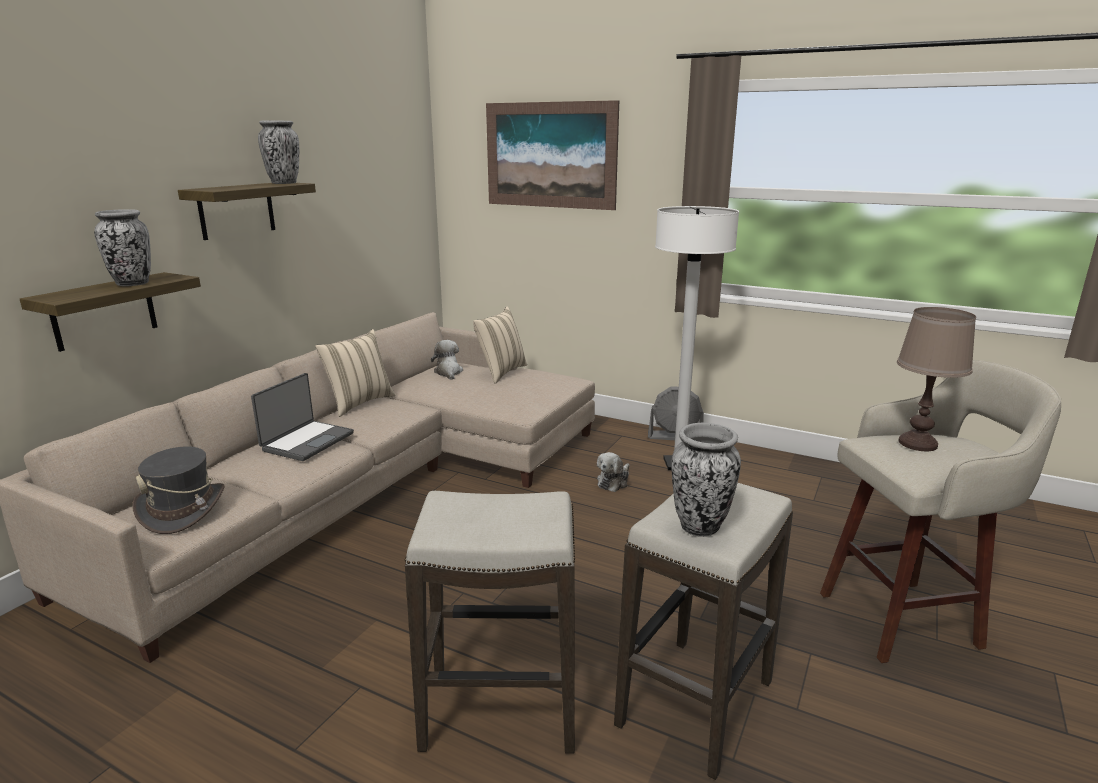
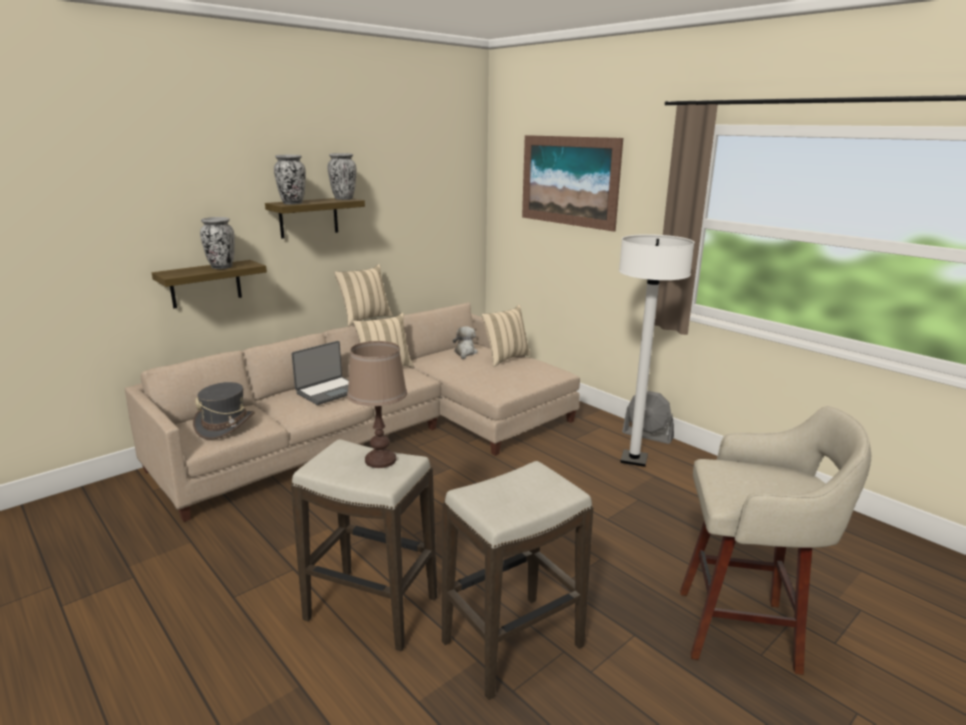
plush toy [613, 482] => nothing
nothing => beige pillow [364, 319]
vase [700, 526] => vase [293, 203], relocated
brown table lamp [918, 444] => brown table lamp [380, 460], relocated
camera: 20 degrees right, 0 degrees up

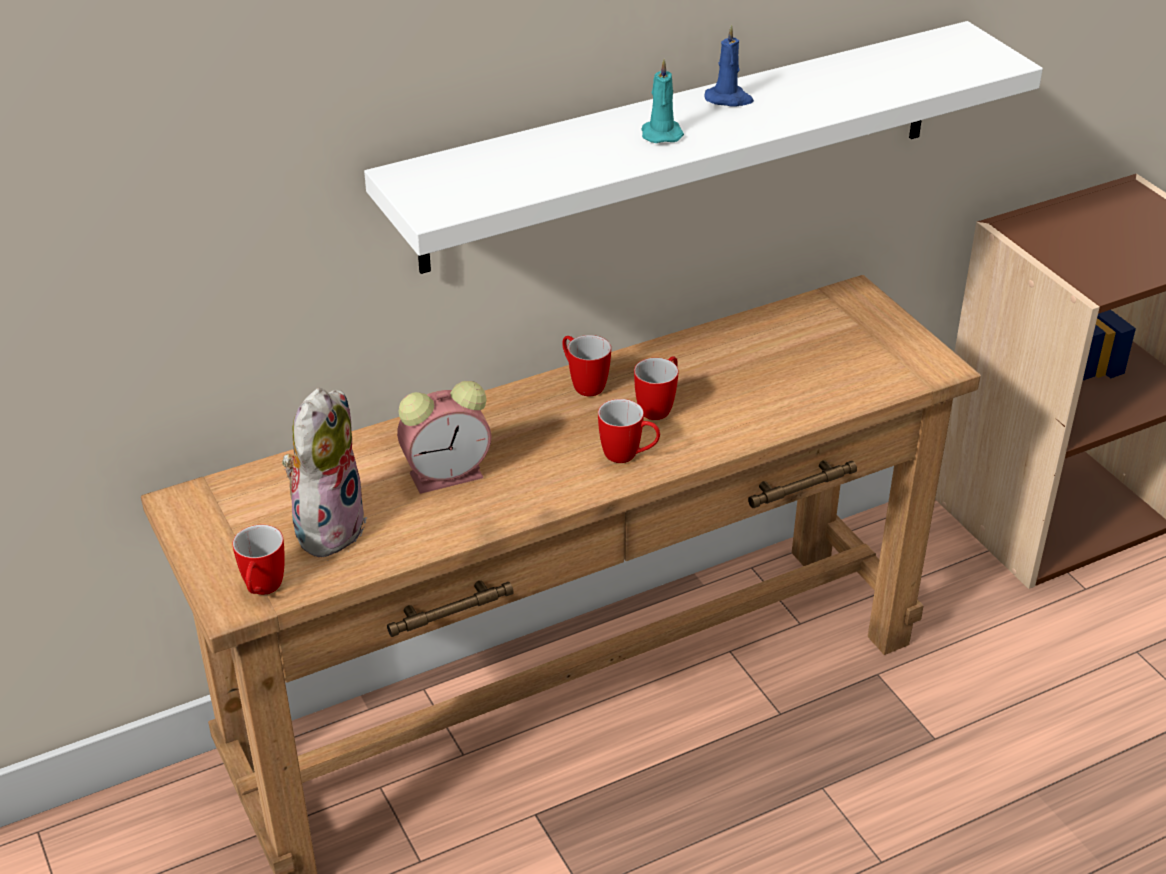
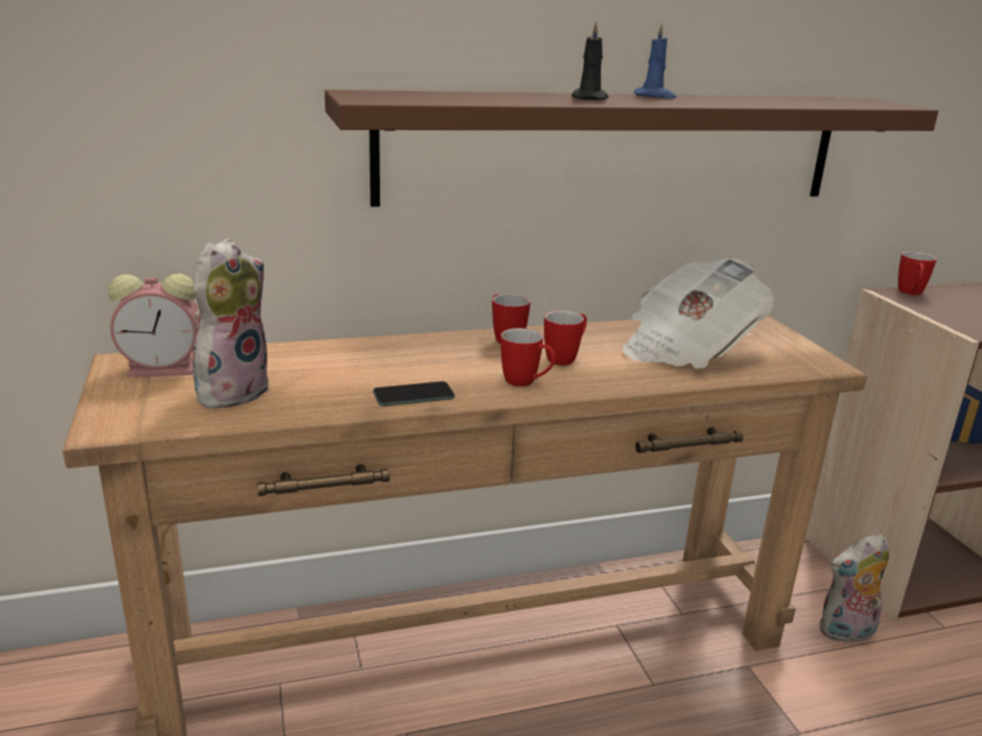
nothing => phone [413, 395]
nothing => newspaper [687, 348]
nothing => plush toy [846, 633]
mug [262, 591] => mug [910, 293], relocated
alarm clock [449, 474] => alarm clock [165, 369], relocated
white shelf [685, 145] => brown shelf [615, 148]
turquoise candle [661, 133] => black candle [589, 99]
camera: 10 degrees right, 15 degrees down

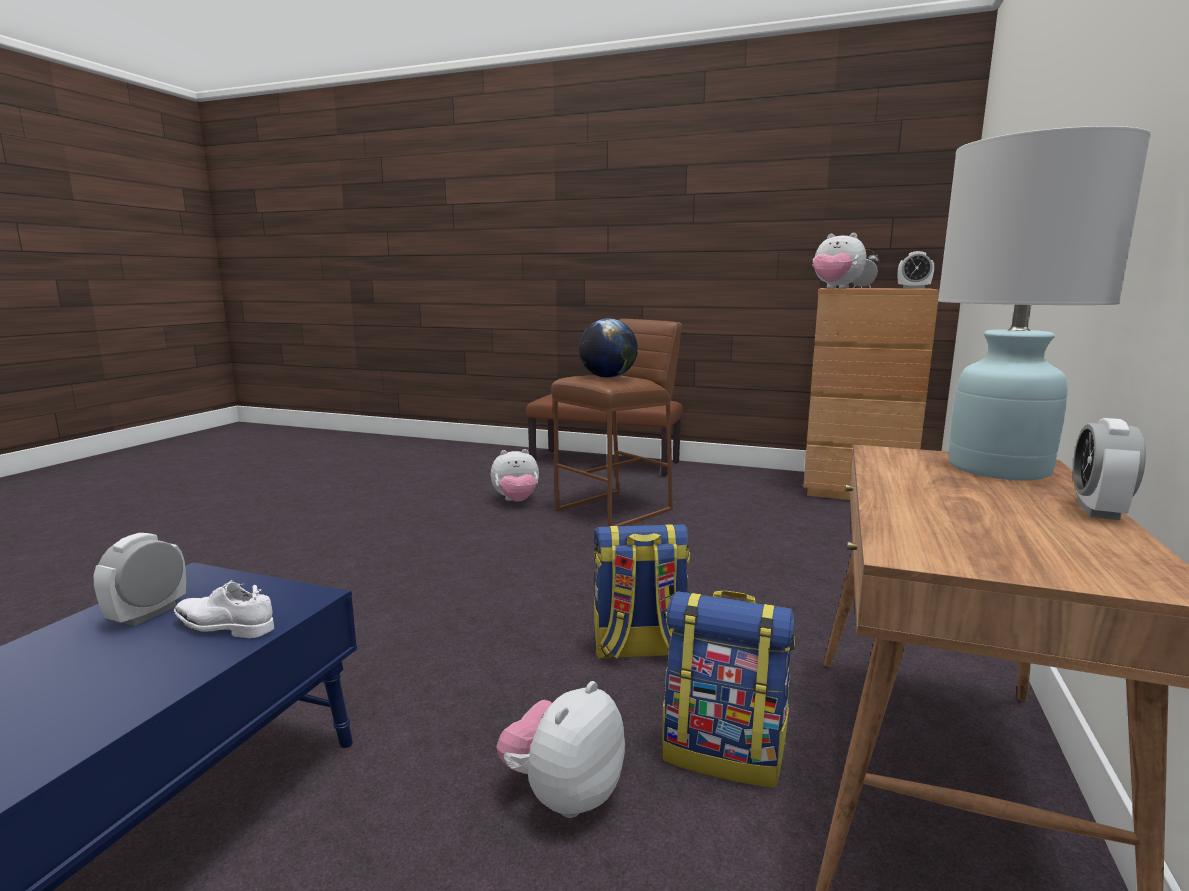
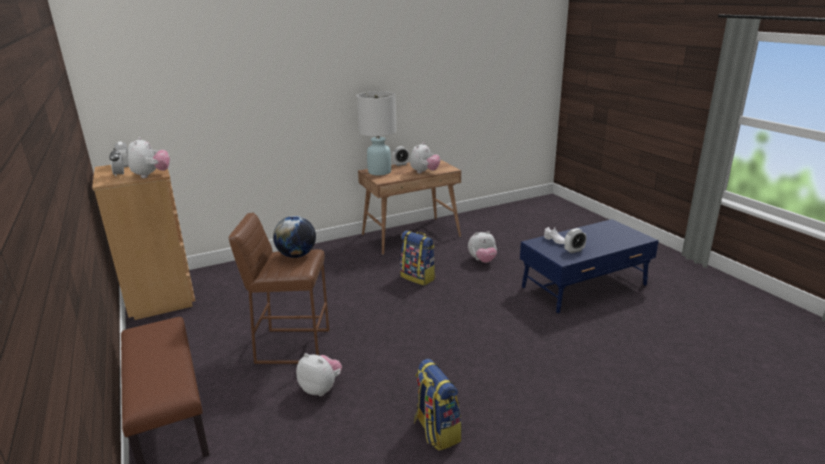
nothing => plush toy [424, 172]
backpack [724, 753] => backpack [436, 431], relocated
camera: 135 degrees left, 10 degrees up

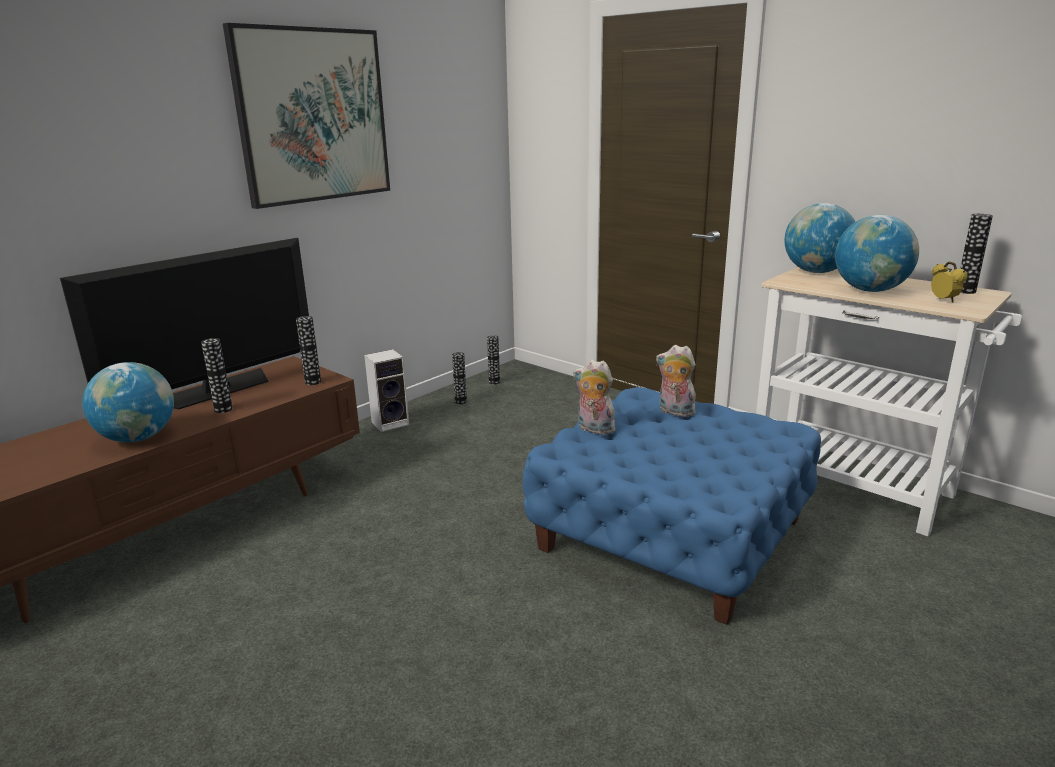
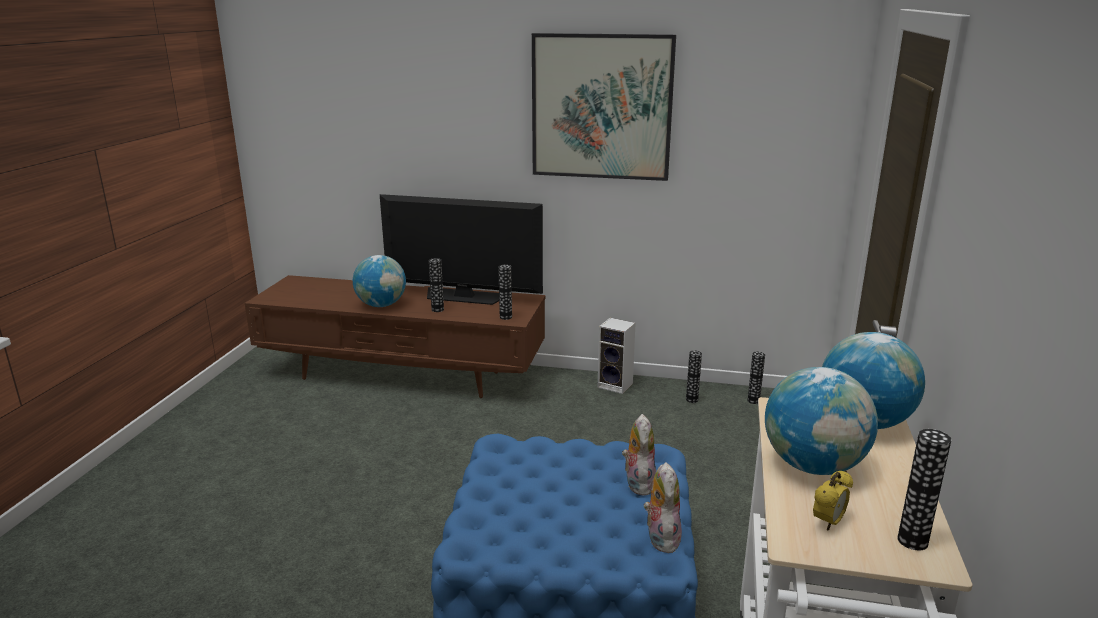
plush toy [594, 429] => plush toy [660, 538], relocated
camera: 60 degrees right, 0 degrees up

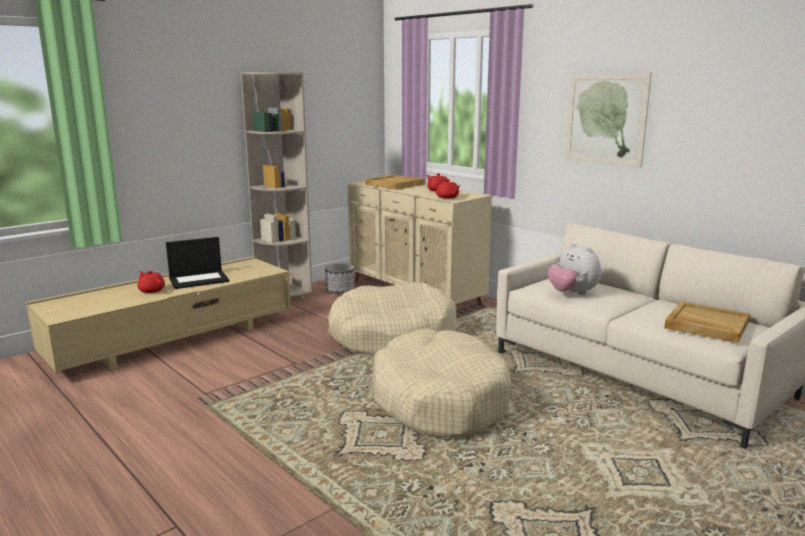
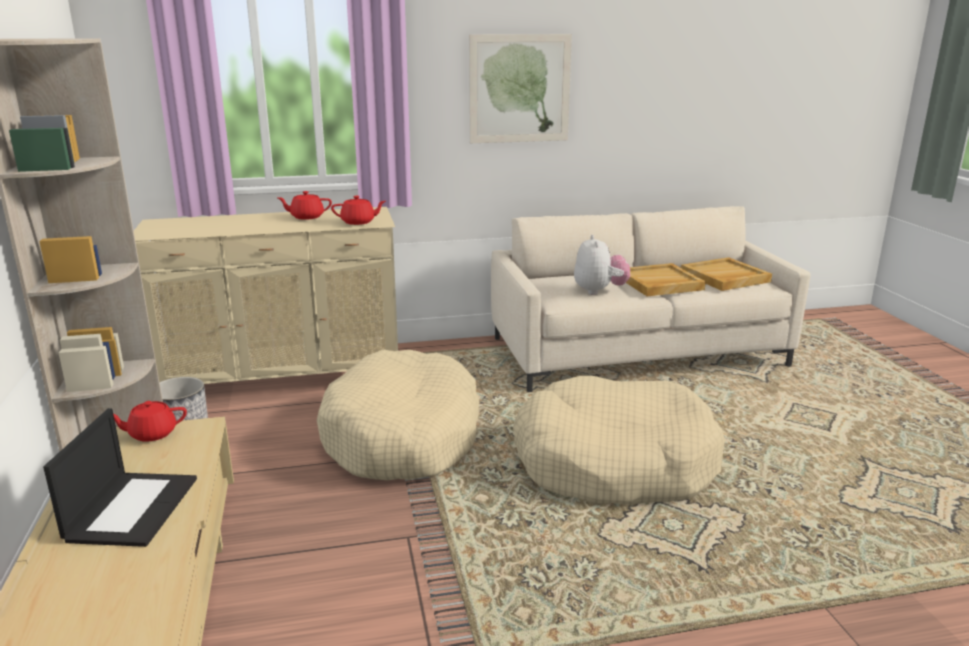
red teapot [151, 290] => red teapot [151, 434], relocated
beige tray [394, 184] => beige tray [659, 283], relocated
plush toy [572, 293] => plush toy [599, 291], 90 degrees counterclockwise
camera: 60 degrees left, 5 degrees up

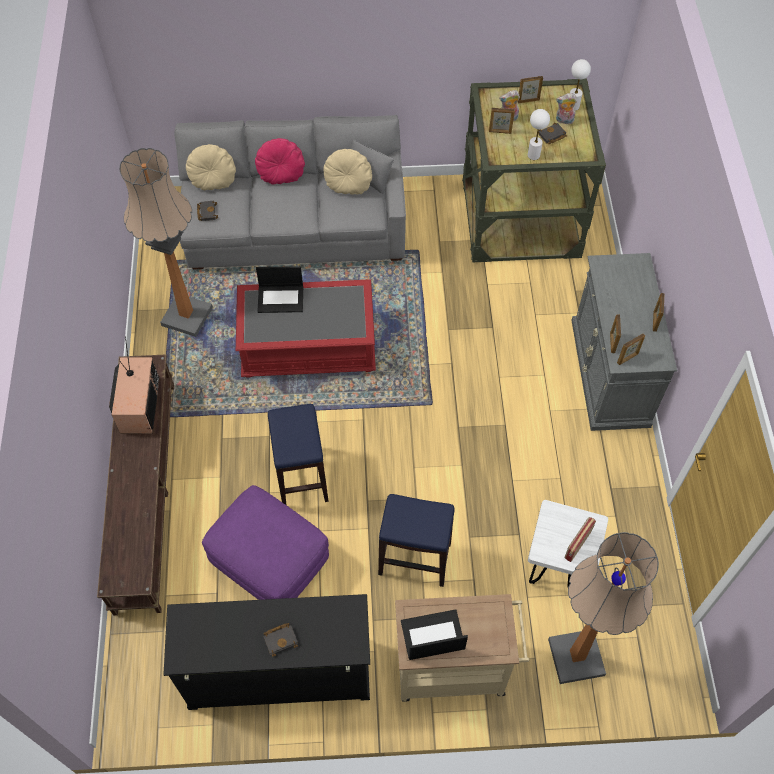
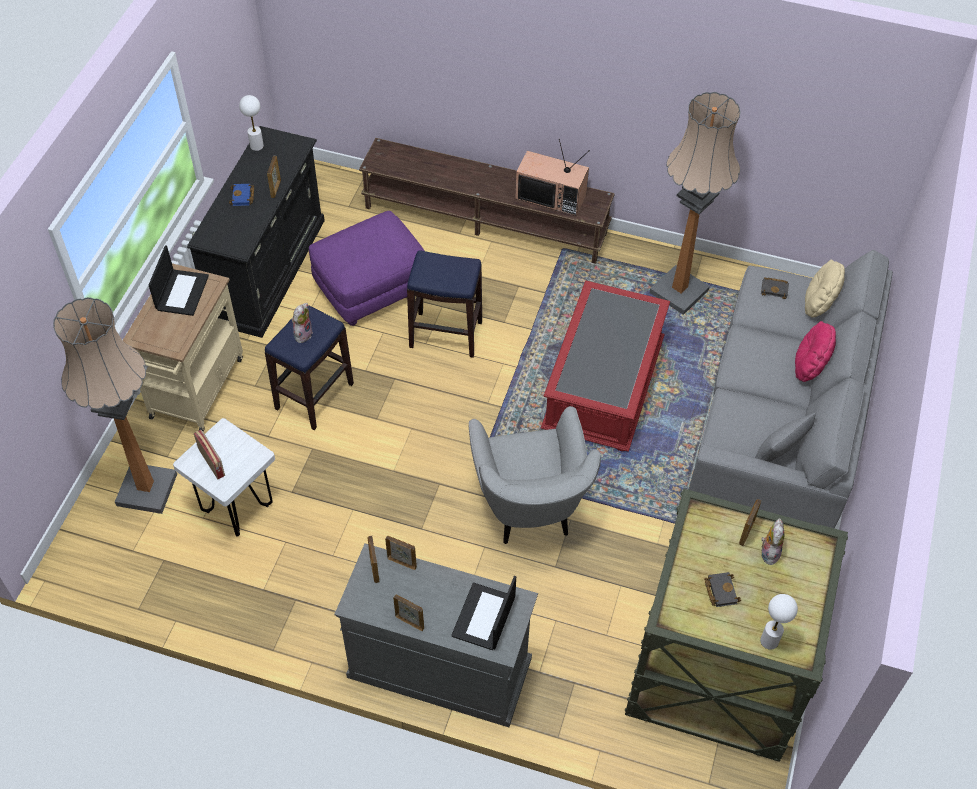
beige pillow [348, 187] => nothing
nothing => grey armchair [529, 510]
laptop [281, 298] => laptop [484, 617], relocated
picture frame [528, 100] => picture frame [276, 189], relocated
white table lamp [533, 155] => white table lamp [257, 146], relocated
plush toy [564, 121] => plush toy [302, 333], relocated
black book [281, 639] => blue book [243, 197]
camera: 110 degrees right, 5 degrees down

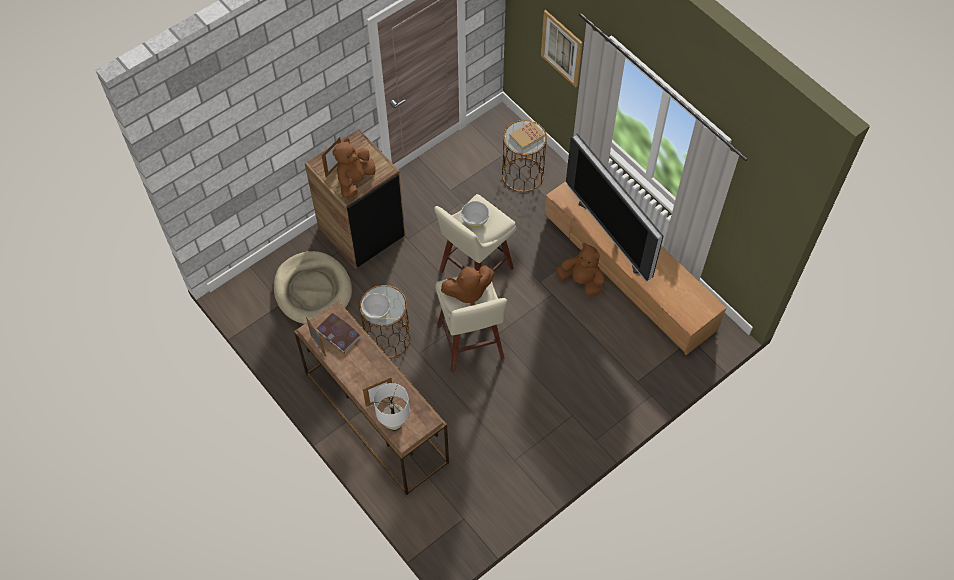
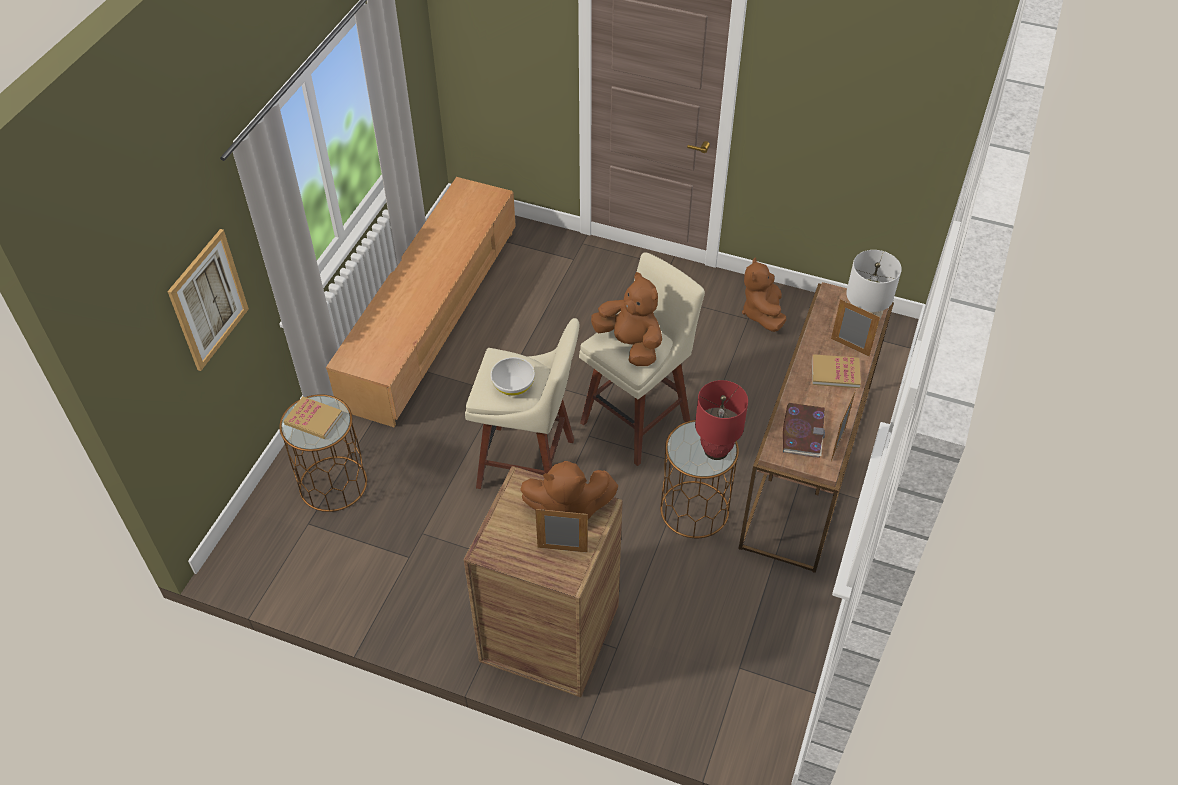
beige dog bed [313, 290] => nothing
television [613, 234] => nothing
nothing => book [835, 372]
brown plush toy [581, 281] => brown plush toy [762, 313], relocated
white bowl [376, 311] => red table lamp [716, 450]
camera: 120 degrees left, 10 degrees down

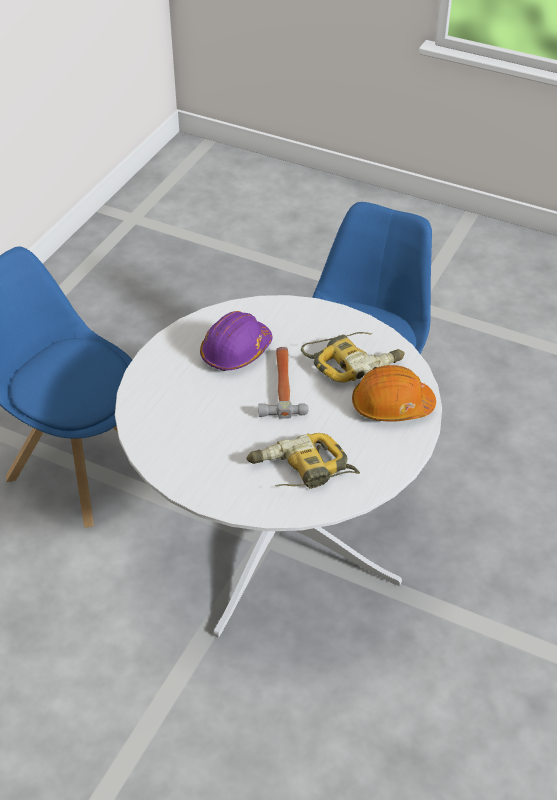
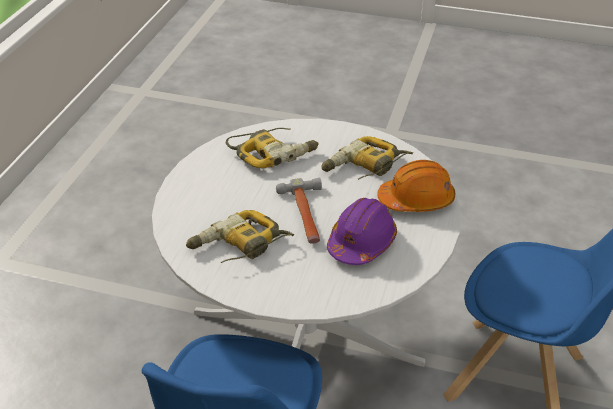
nothing => power drill [365, 167]
orange hard hat [391, 406] => orange hard hat [416, 200], relocated
camera: 170 degrees right, 5 degrees down

